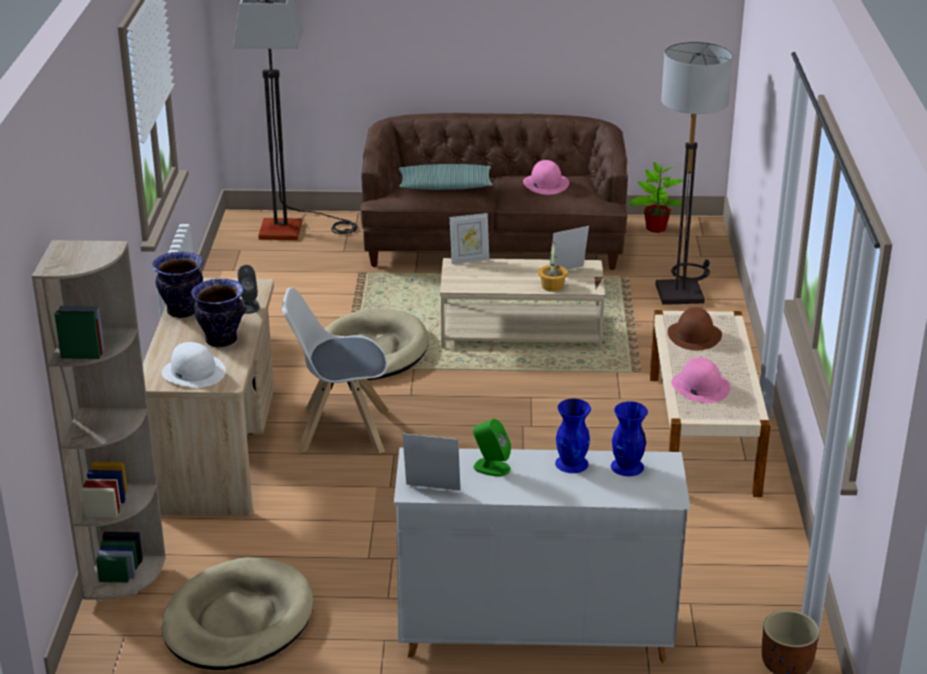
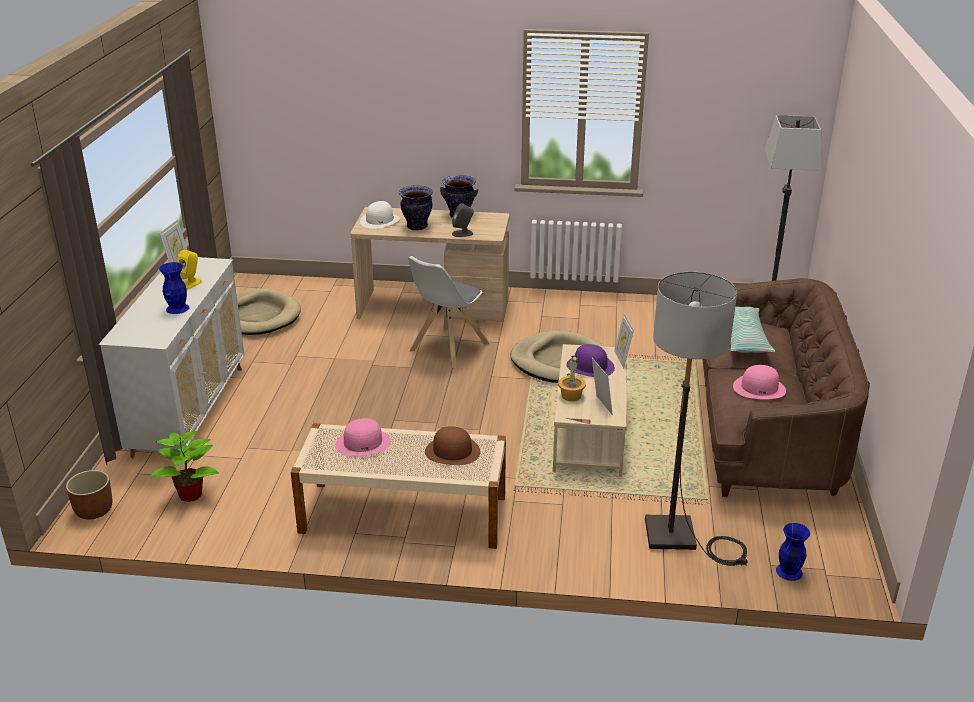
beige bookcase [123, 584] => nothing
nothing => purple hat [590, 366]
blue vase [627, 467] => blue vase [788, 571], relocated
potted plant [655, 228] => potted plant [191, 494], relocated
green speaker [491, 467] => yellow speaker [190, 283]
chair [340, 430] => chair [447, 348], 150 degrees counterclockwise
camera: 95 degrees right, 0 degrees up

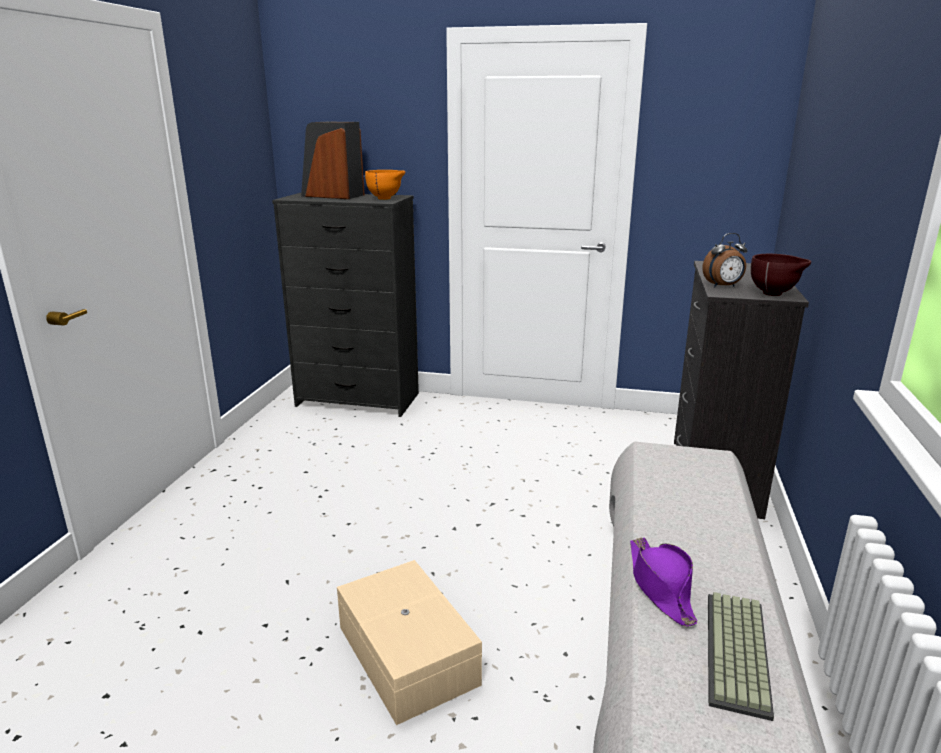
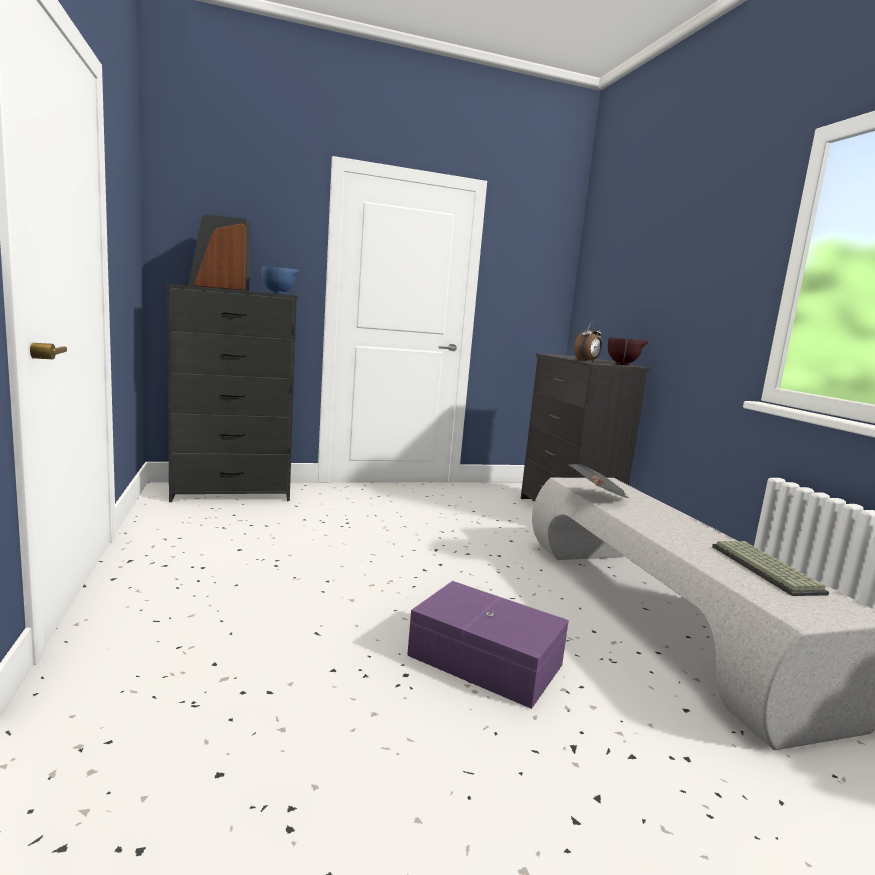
purple hat [661, 587] => nothing
nothing => newspaper [598, 498]
beige storage box [405, 657] => purple storage box [485, 662]
orange bowl [386, 199] => blue bowl [279, 293]
camera: 30 degrees left, 10 degrees down

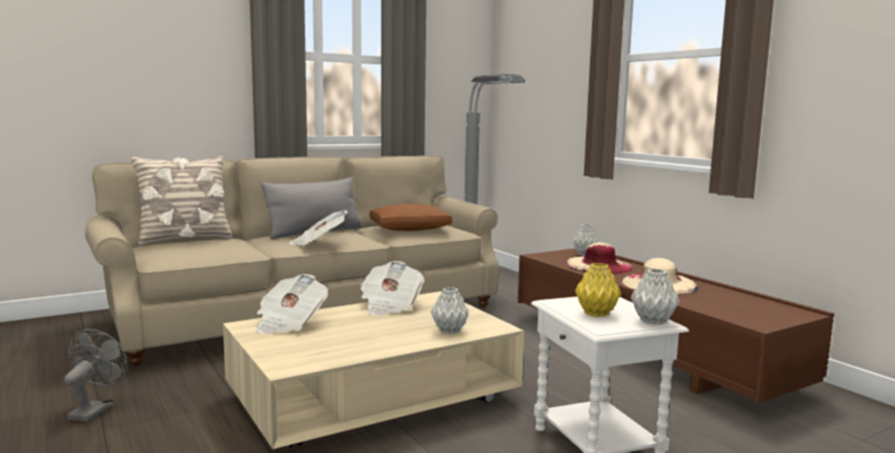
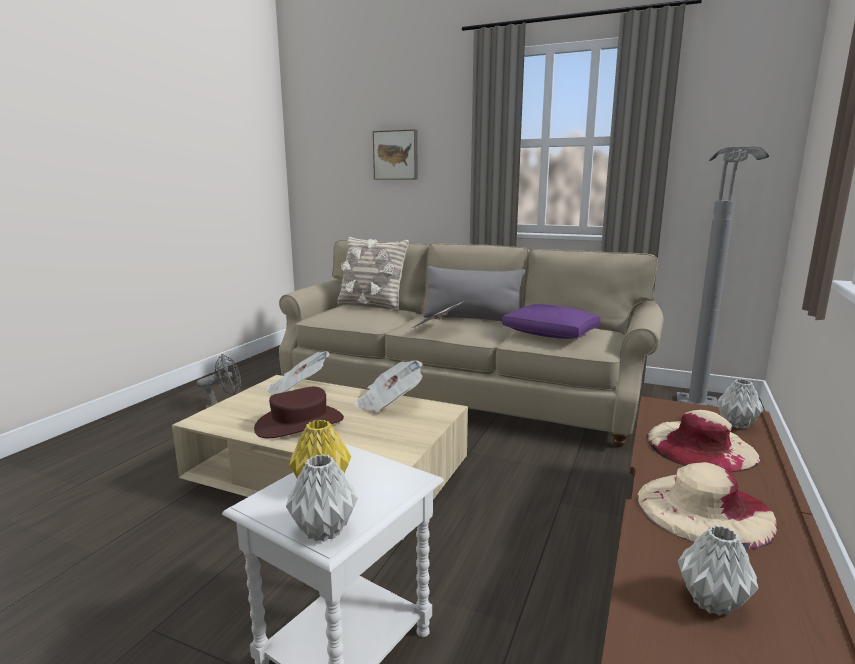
nothing => brown hat [299, 423]
nothing => picture [396, 155]
grey vase [449, 331] => grey vase [710, 602], relocated
brown pillow [410, 229] => purple pillow [551, 334]
camera: 55 degrees right, 5 degrees up

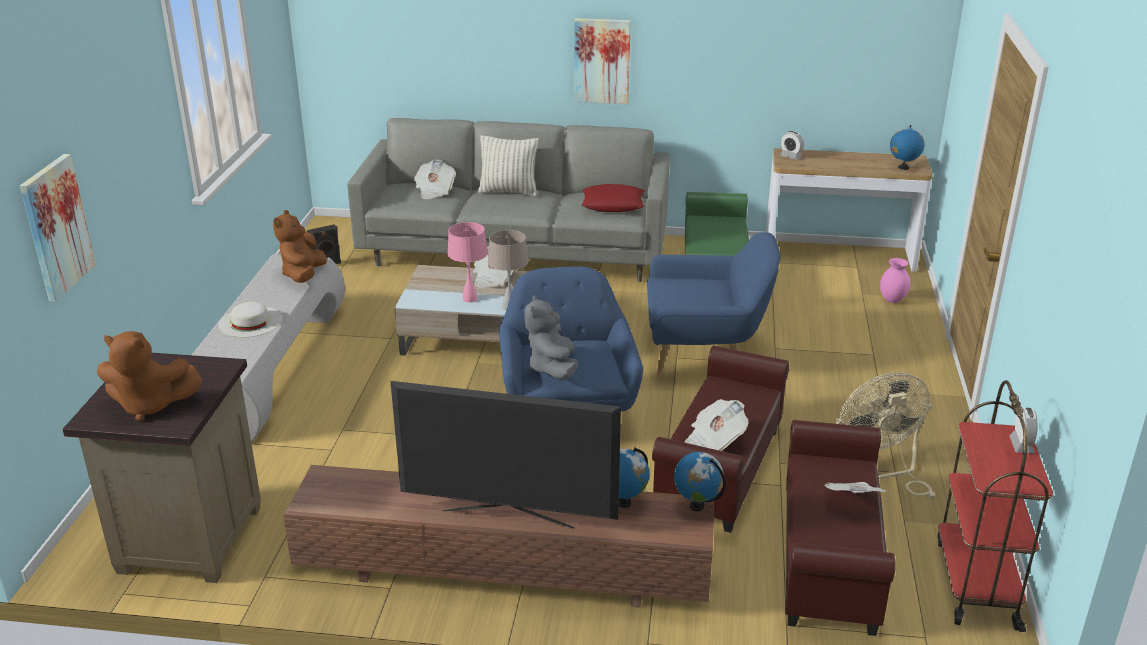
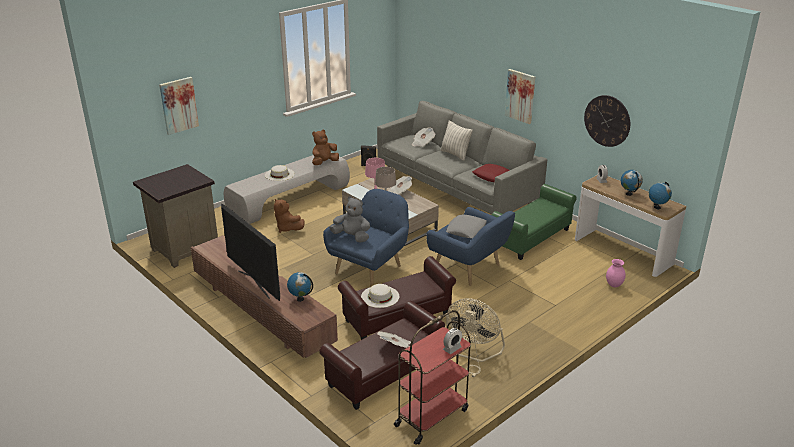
nothing => grey pillow [466, 230]
nothing => wall clock [607, 121]
brown plush toy [150, 405] => brown plush toy [287, 228], relocated
globe [697, 506] => globe [629, 194], relocated
newspaper [714, 440] => white hat [380, 296]
grey plush toy [553, 368] => grey plush toy [352, 237], 75 degrees clockwise
camera: 40 degrees right, 0 degrees up

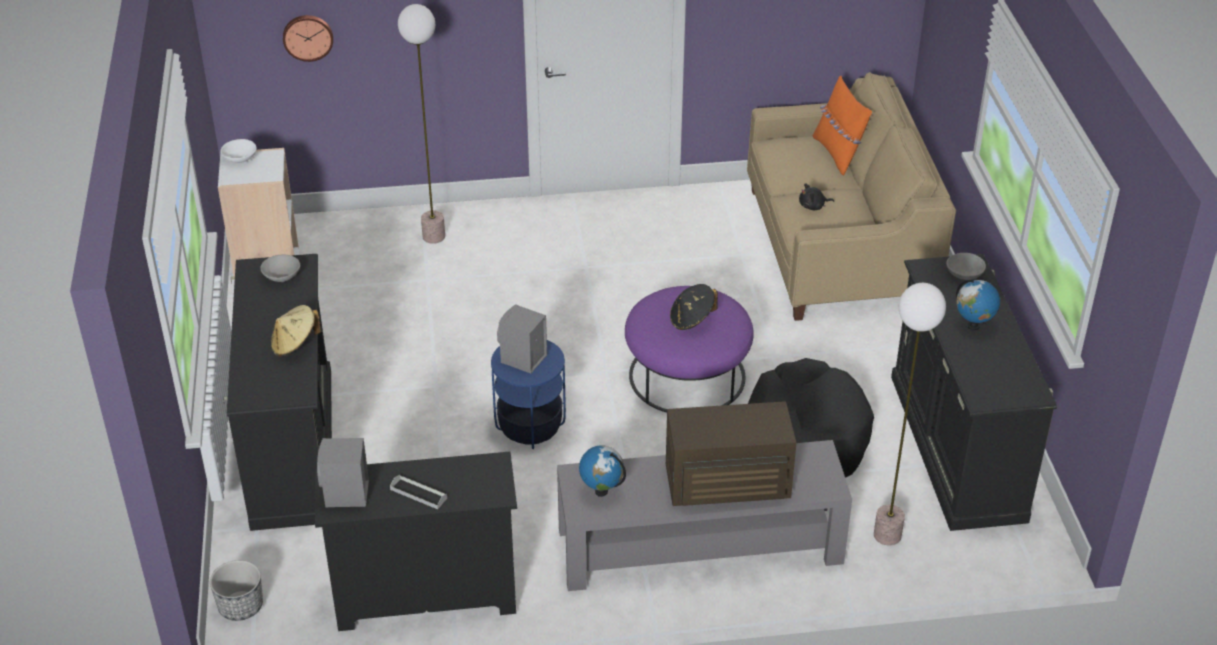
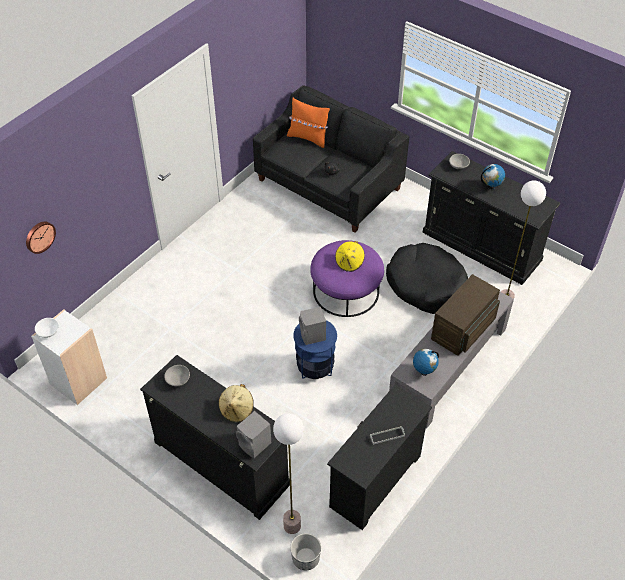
grey speaker [346, 495] => grey speaker [255, 445], relocated
floor lamp [434, 236] => floor lamp [292, 525], relocated
black hat [692, 319] => yellow hat [349, 262]
beige sofa [838, 247] => black sofa [329, 185]
camera: 45 degrees left, 10 degrees up

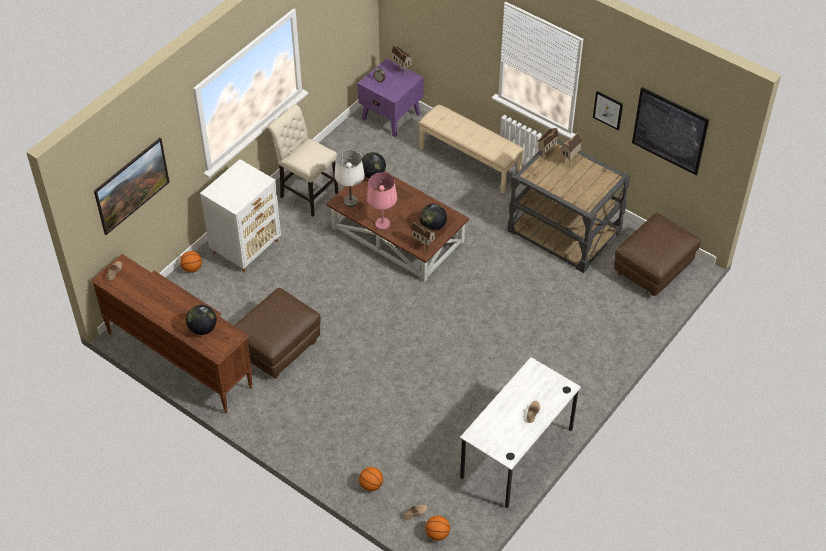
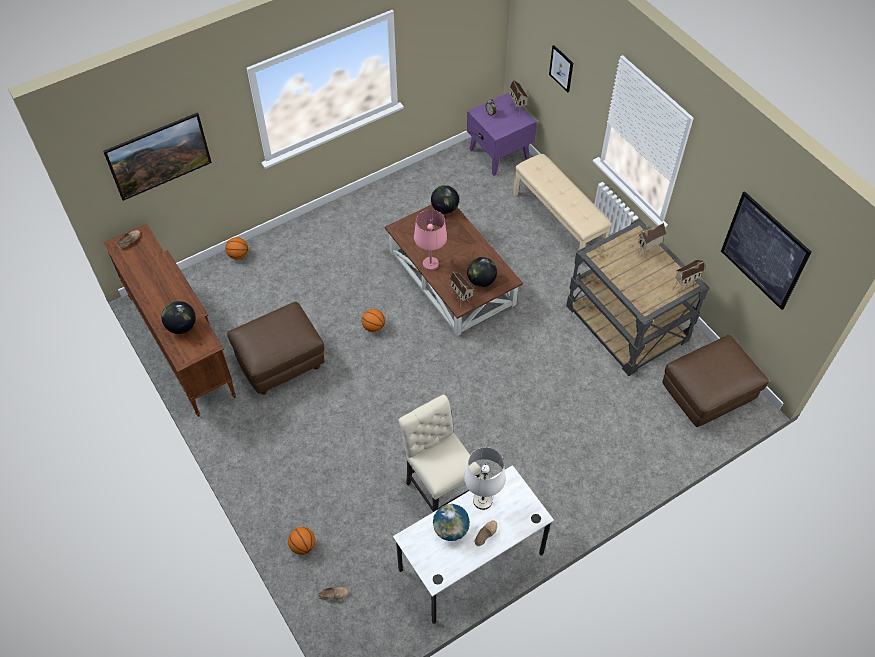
white dresser [246, 246] => nothing
nothing => globe [451, 529]
beige stool [306, 193] => beige stool [439, 488], relocated
white table lamp [351, 201] => white table lamp [483, 500], relocated
basketball [437, 534] => basketball [374, 327], relocated
toy house [545, 155] => toy house [683, 287], relocated
picture [608, 110] => picture [561, 68], relocated
camera: 20 degrees right, 5 degrees up

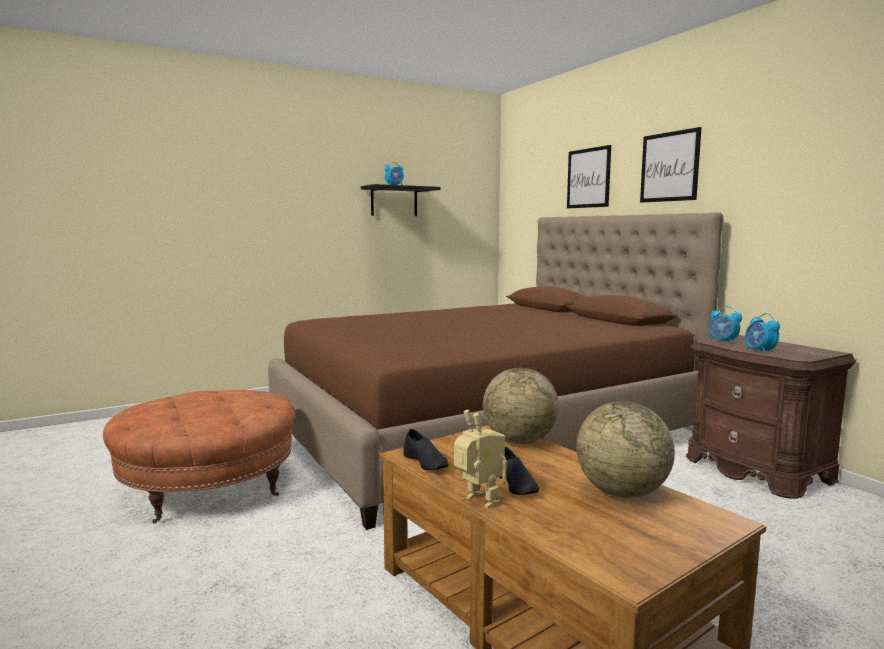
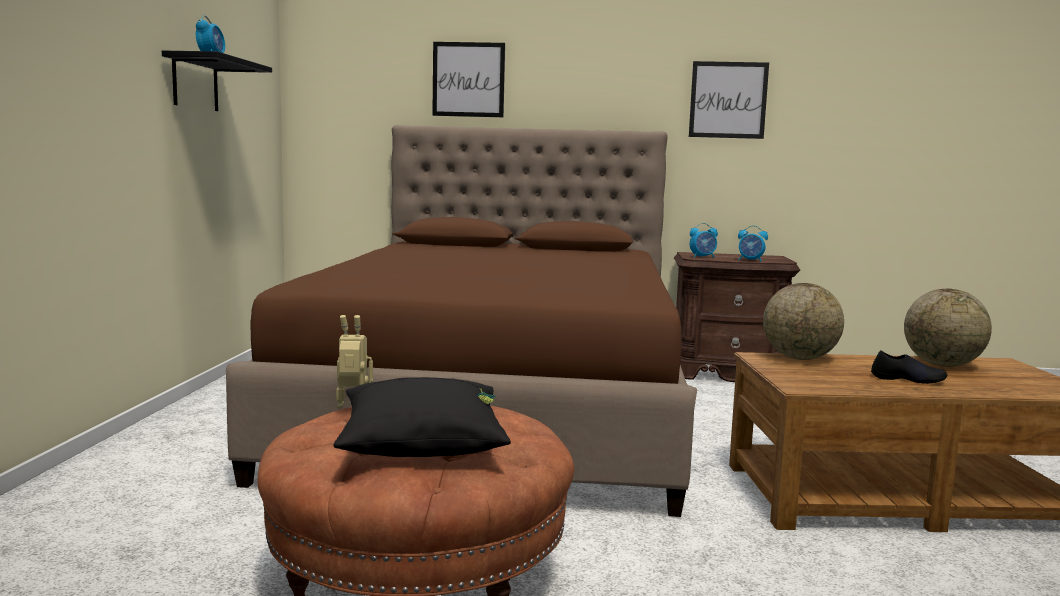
black shoe [426, 462] => nothing
nothing => black pillow [421, 445]
toy robot [478, 502] => toy robot [353, 407], relocated
picture [669, 167] => picture [728, 100], relocated
camera: 55 degrees left, 0 degrees up

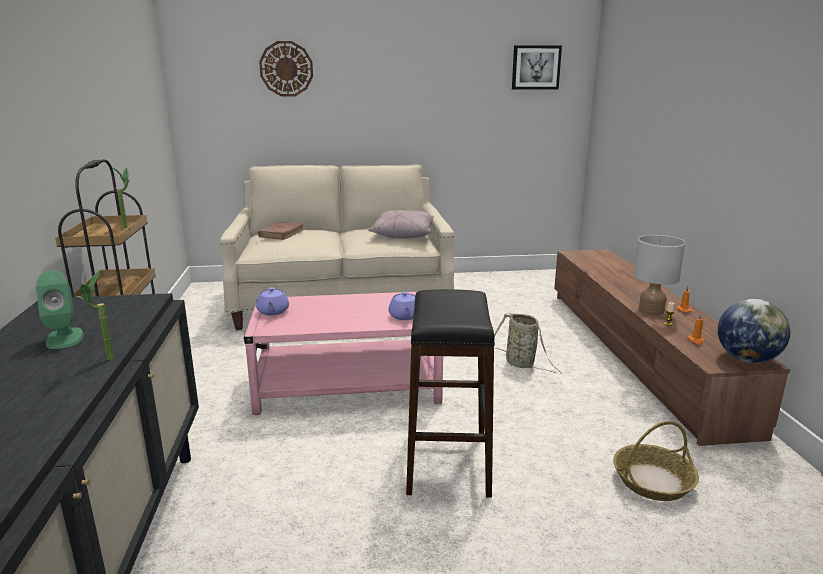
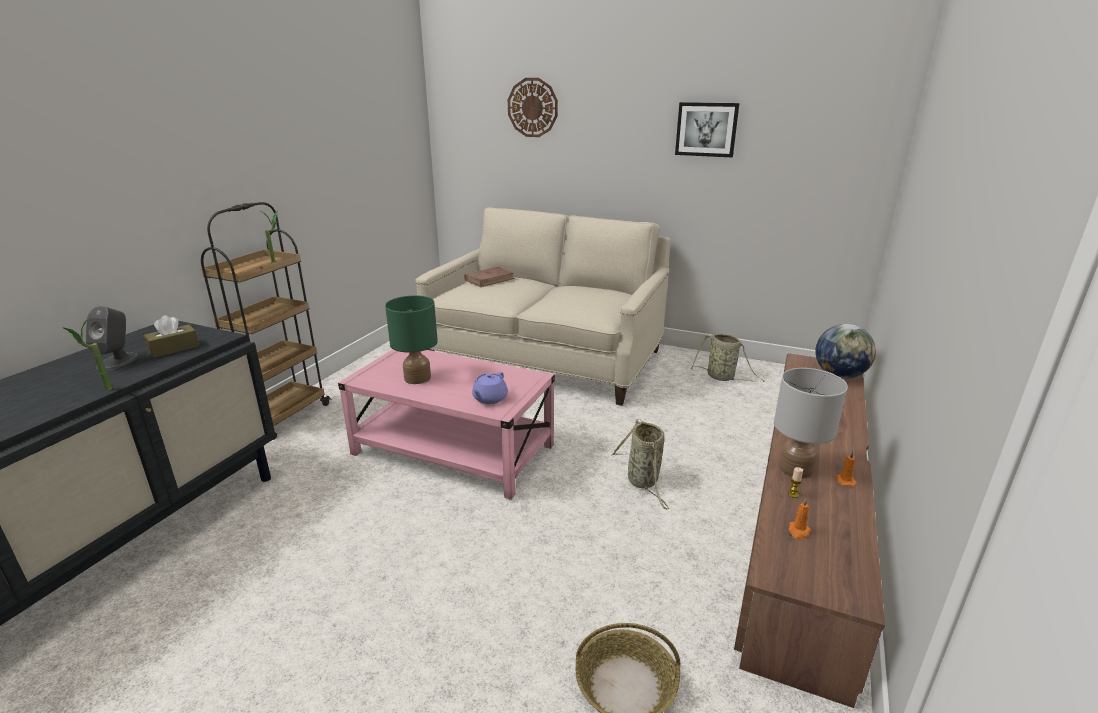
purple teapot [273, 312] => nothing
purple pillow [403, 234] => nothing
black stool [448, 460] => nothing
nothing => brown tissue box [174, 349]
nothing => green table lamp [417, 378]
nothing => basket [722, 377]
picture [536, 67] => picture [706, 129], relocated
globe [747, 359] => globe [839, 375], relocated
green speaker [65, 338] => grey speaker [118, 361]
camera: 30 degrees right, 5 degrees up

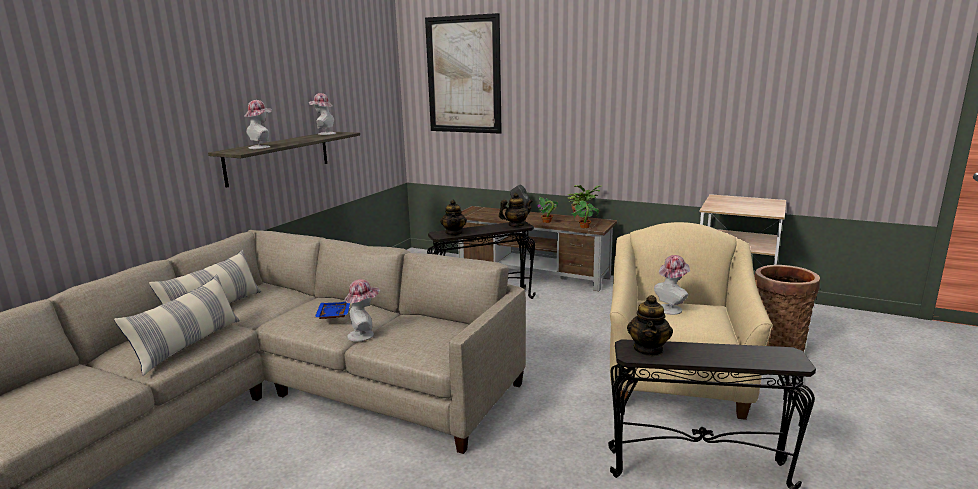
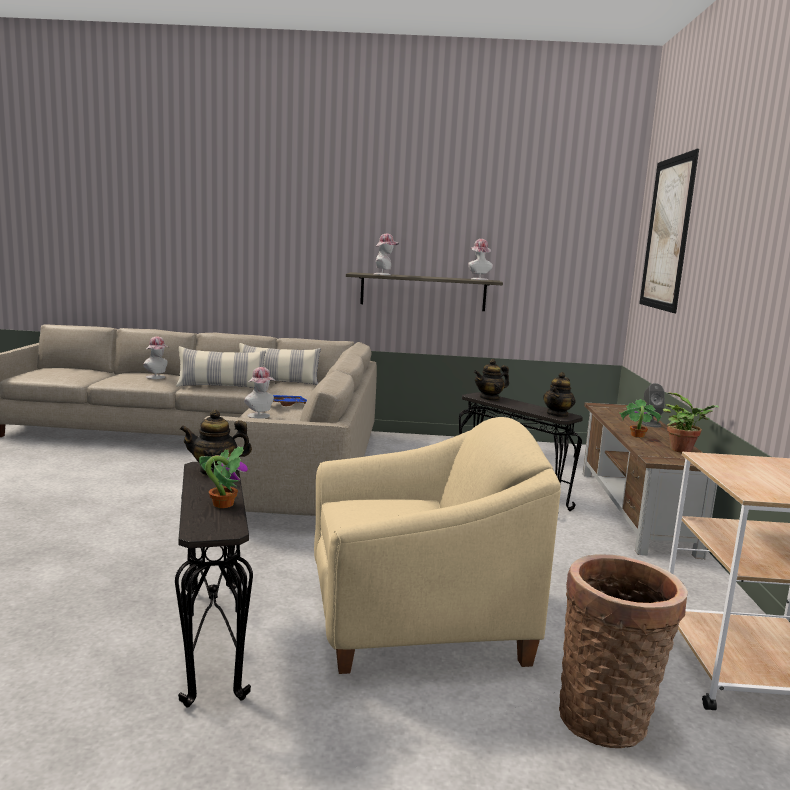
potted plant [584, 227] => potted plant [222, 504], relocated
hat [671, 308] => hat [157, 377], relocated
teapot [516, 225] => teapot [558, 414], 75 degrees clockwise
camera: 65 degrees right, 5 degrees down

